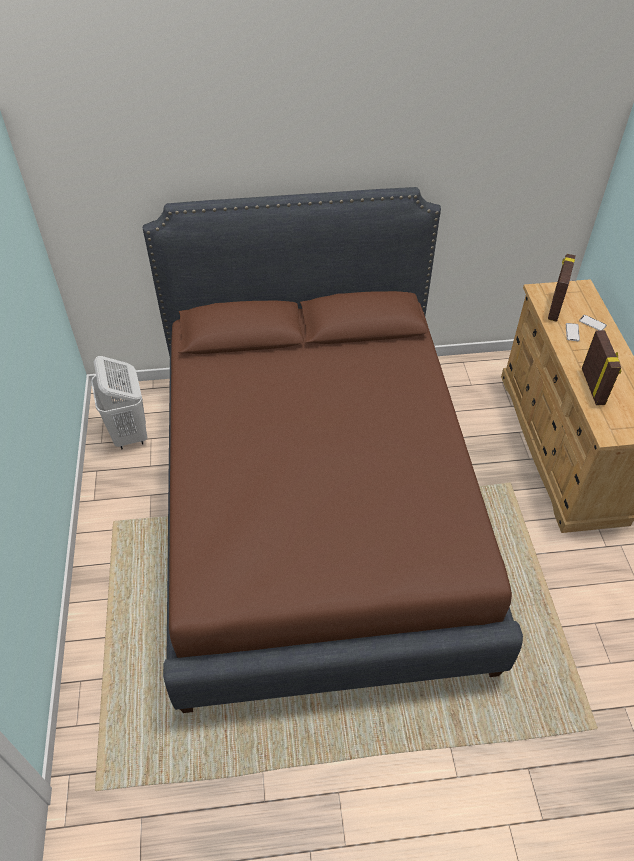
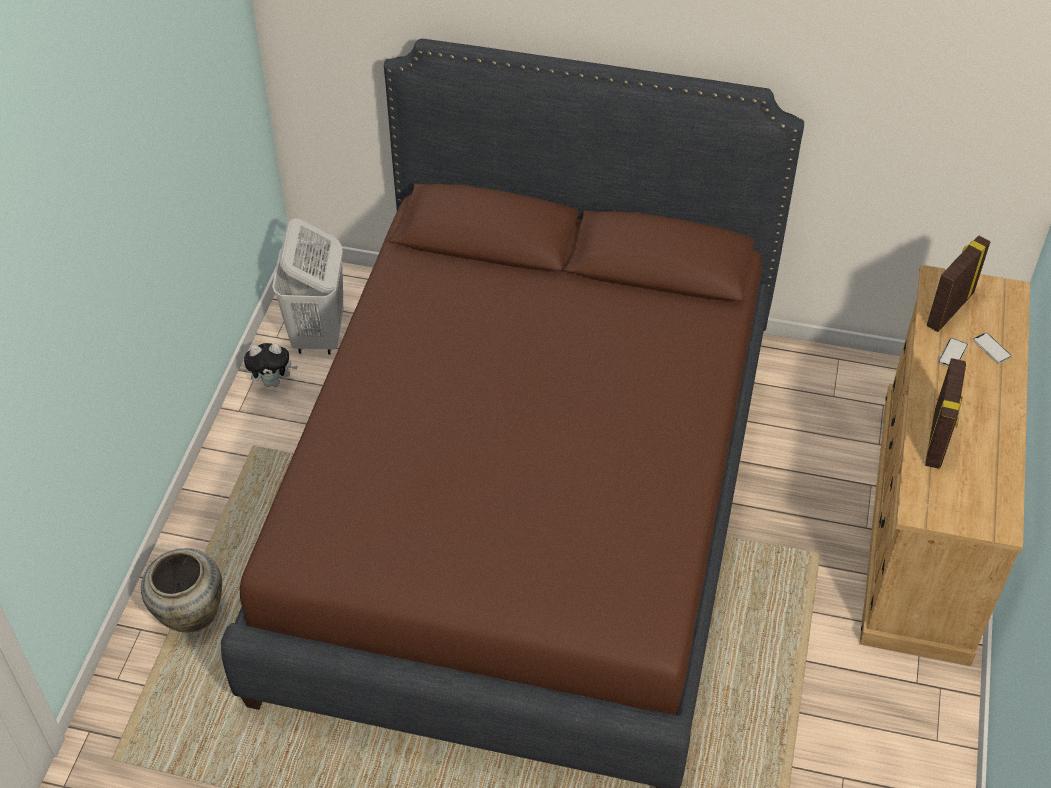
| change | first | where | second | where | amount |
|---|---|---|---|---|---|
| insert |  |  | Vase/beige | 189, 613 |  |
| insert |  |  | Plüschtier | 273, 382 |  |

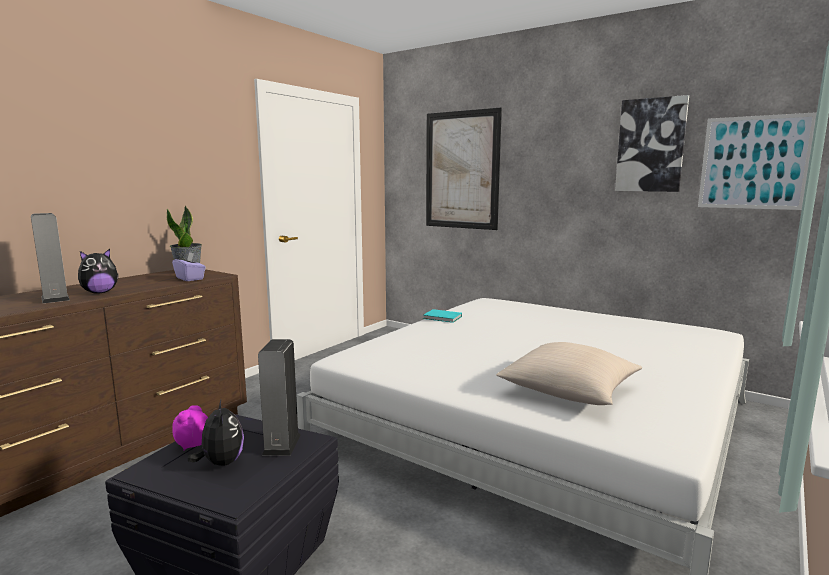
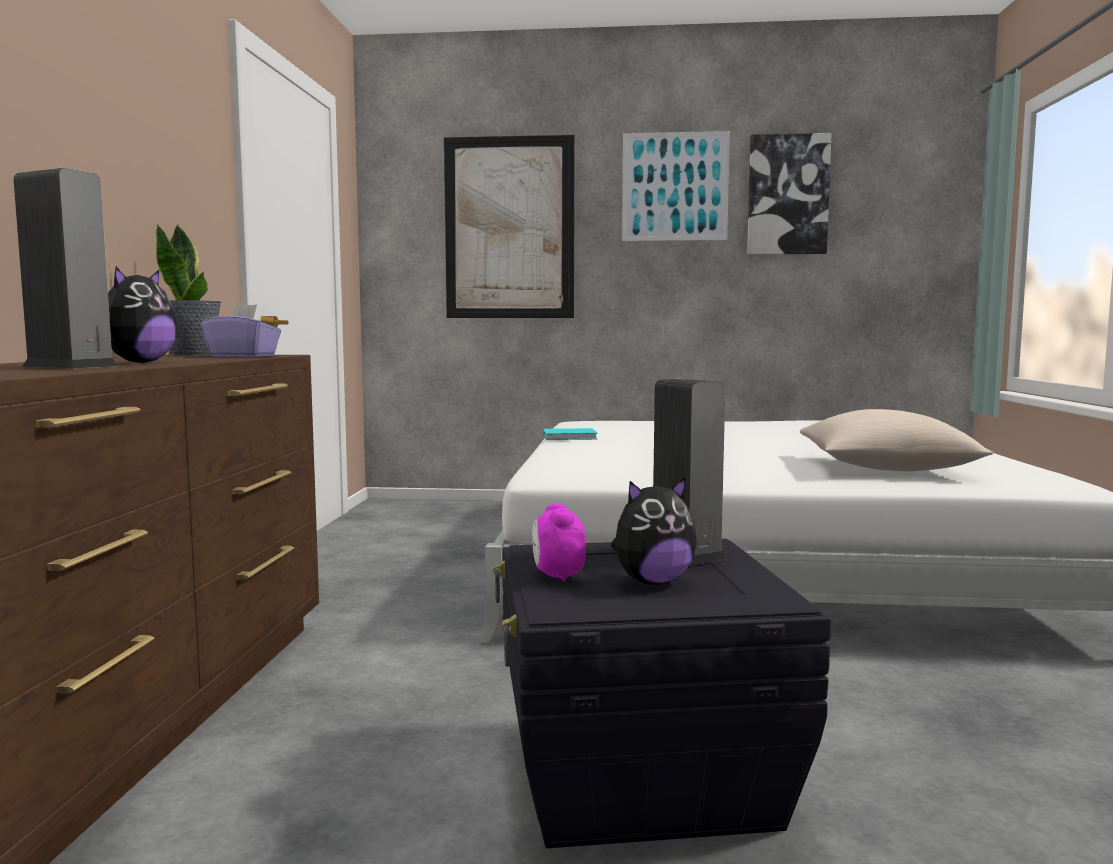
| change | first | where | second | where | amount |
|---|---|---|---|---|---|
| rotate | Plüschtier | 221, 463 |  | 652, 581 | 120 degrees clockwise |
| move | Bild | 753, 162 |  | 675, 186 |  |

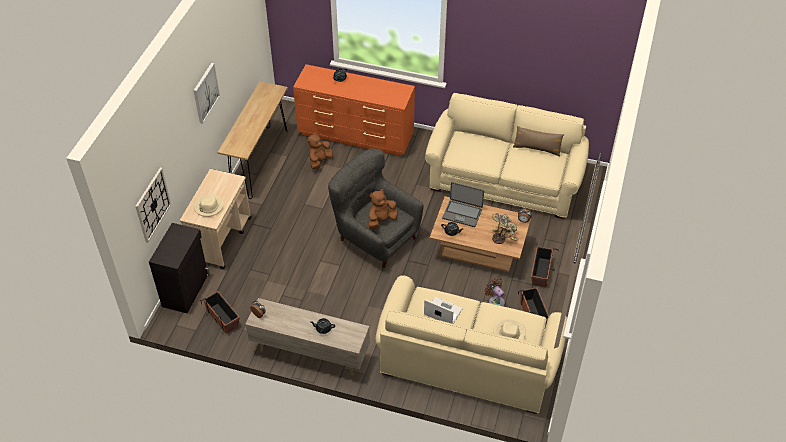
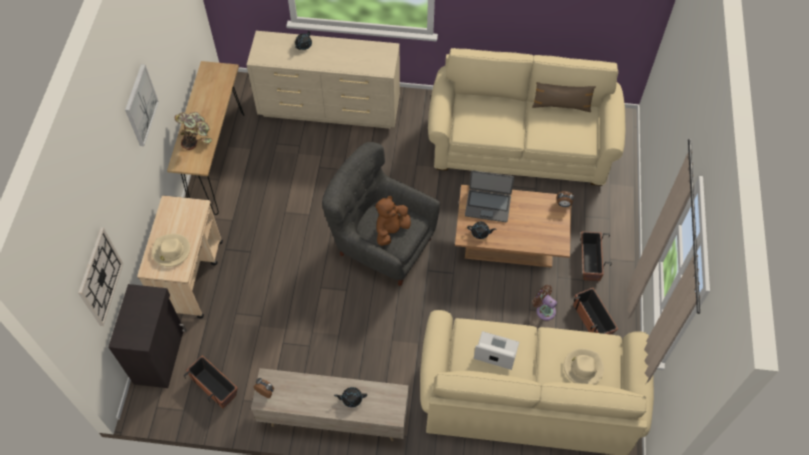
| change | first | where | second | where | amount |
|---|---|---|---|---|---|
| recolor | Kommode/orange | 356, 135 | Kommode/beige | 330, 108 |  |
| delete | Plüschtier/braun | 320, 161 |  |  |  |
| move | Topfpflanze | 503, 234 |  | 196, 136 |  |

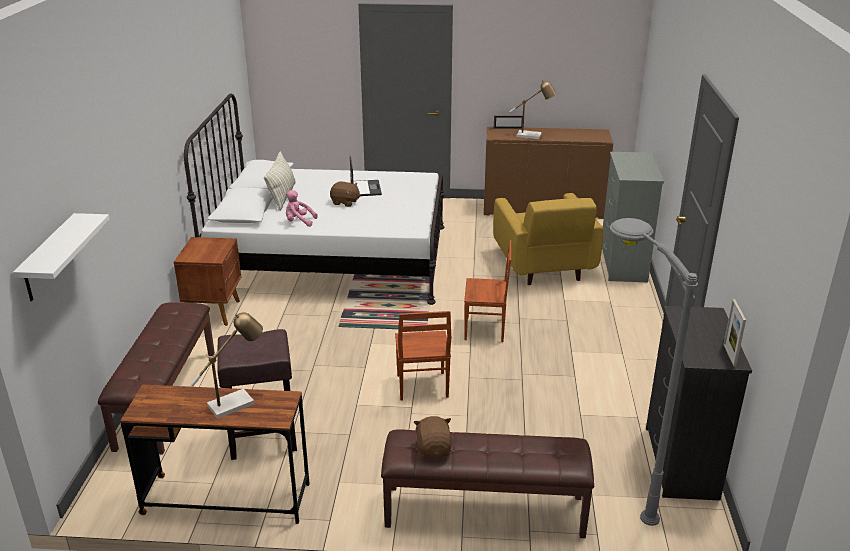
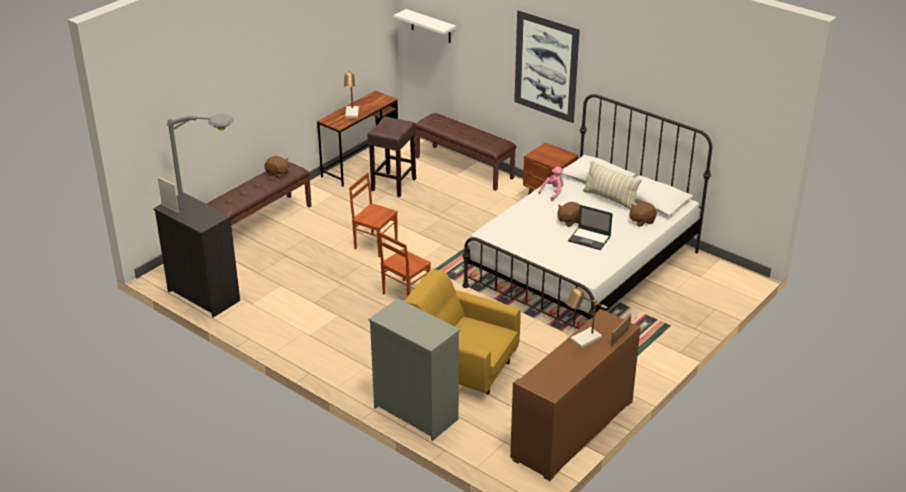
| change | first | where | second | where | amount |
|---|---|---|---|---|---|
| insert |  |  | Bild | 546, 66 |  |
| insert |  |  | Plüschtier/braun | 641, 221 |  |

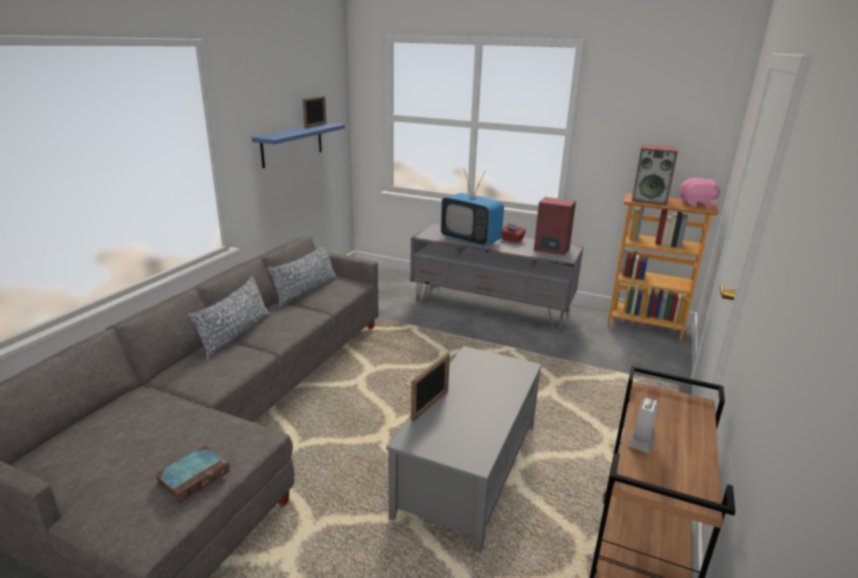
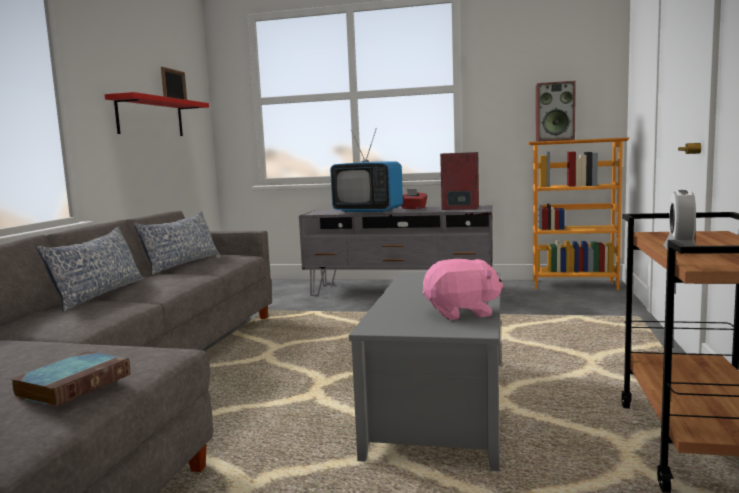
| change | first | where | second | where | amount |
|---|---|---|---|---|---|
| recolor | Wandregal/blau | 292, 144 | Wandregal/rot | 150, 117 |  |
| delete | Bilderrahmen | 430, 405 |  |  |  |
| move | Plüschtier/rosa | 696, 204 |  | 462, 313 |  |

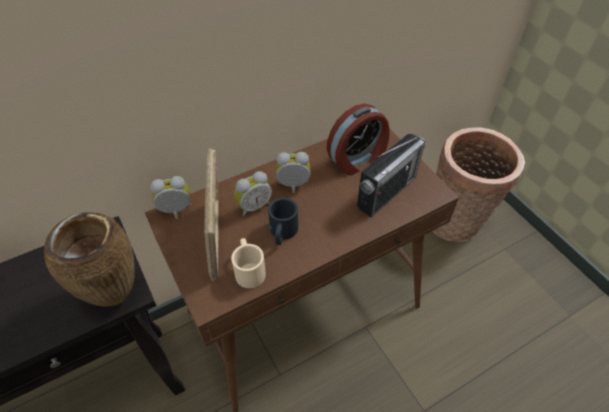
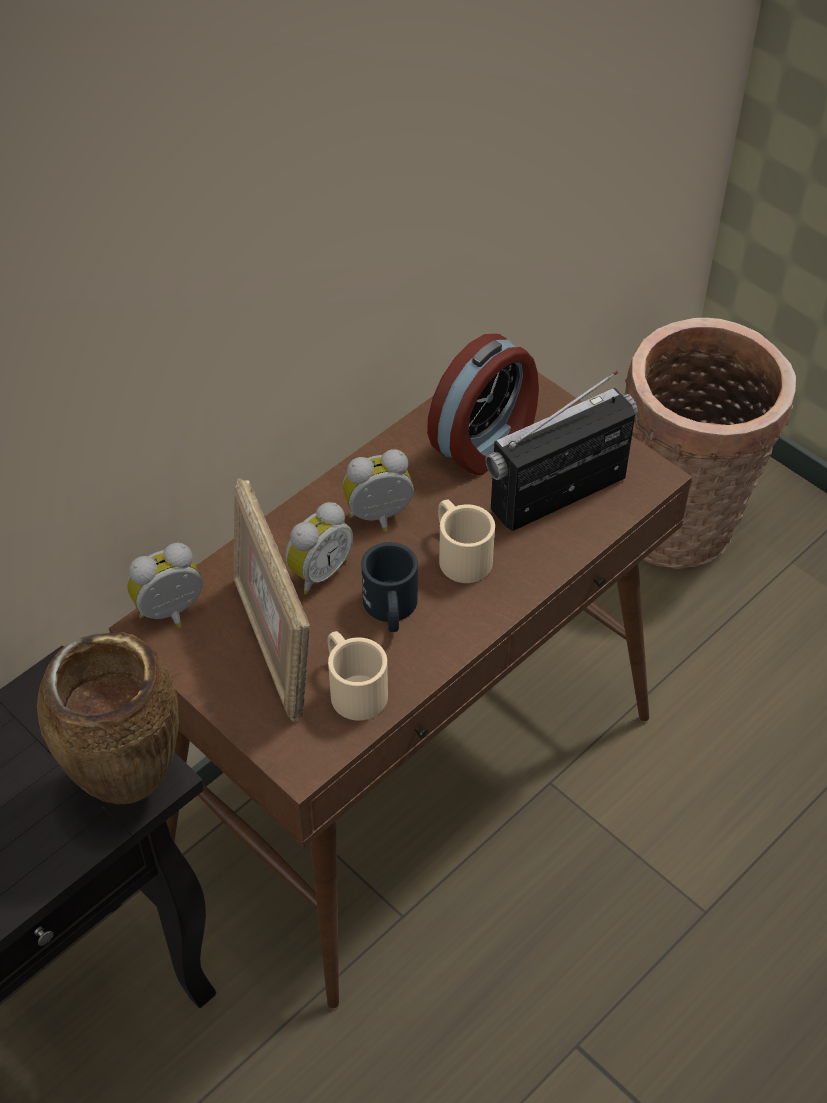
| change | first | where | second | where | amount |
|---|---|---|---|---|---|
| rotate | Radio | 386, 192 |  | 558, 493 | 150 degrees counterclockwise |
| insert |  |  | Henkelbecher/beige | 459, 553 |  |

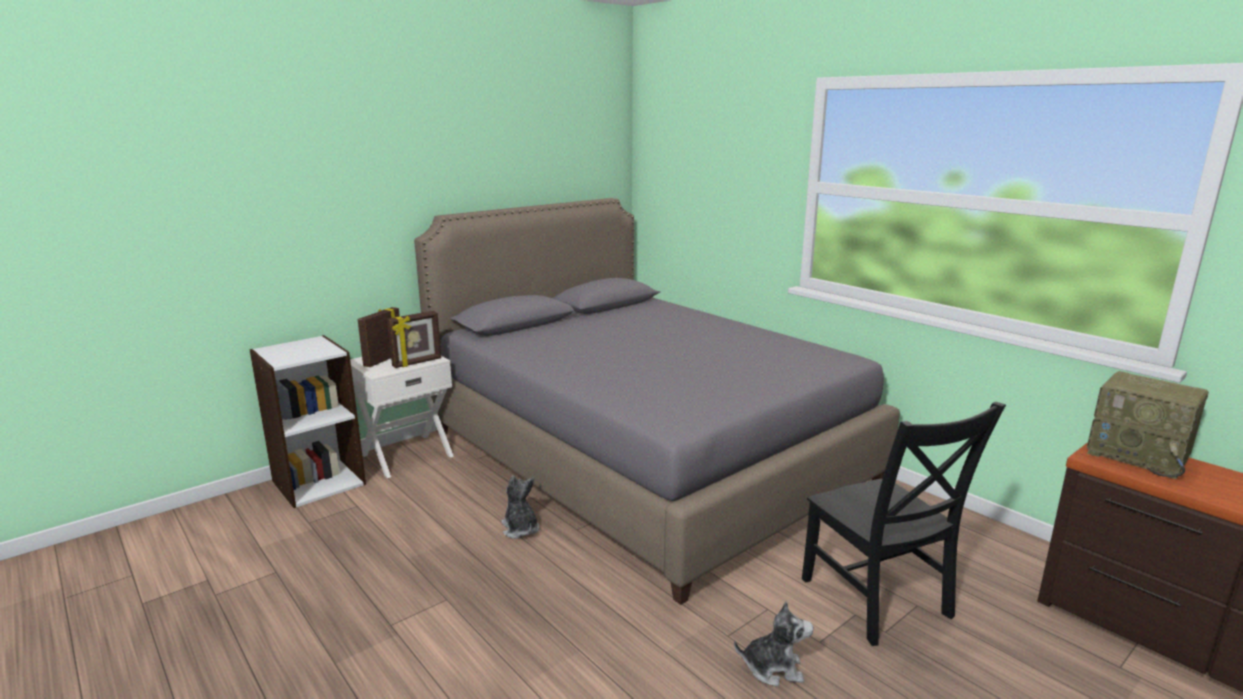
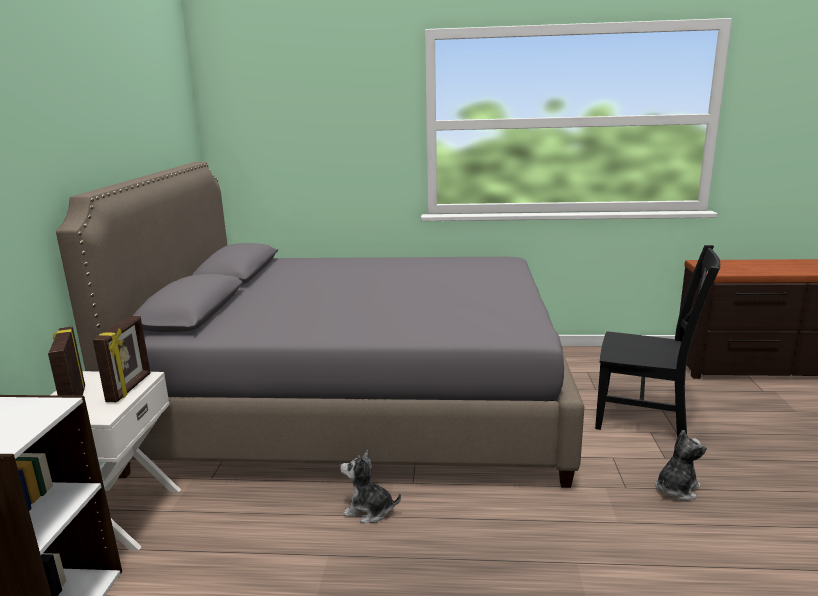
| change | first | where | second | where | amount |
|---|---|---|---|---|---|
| delete | Radio | 1139, 456 |  |  |  |

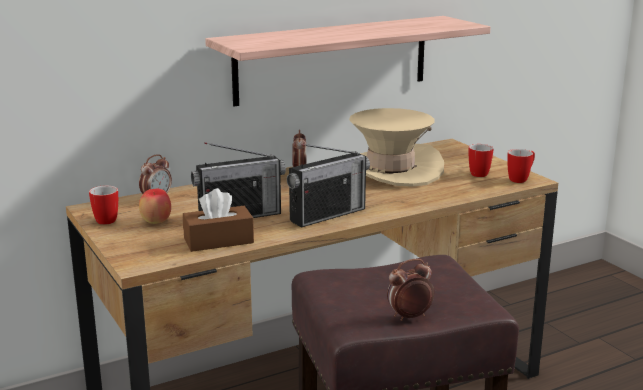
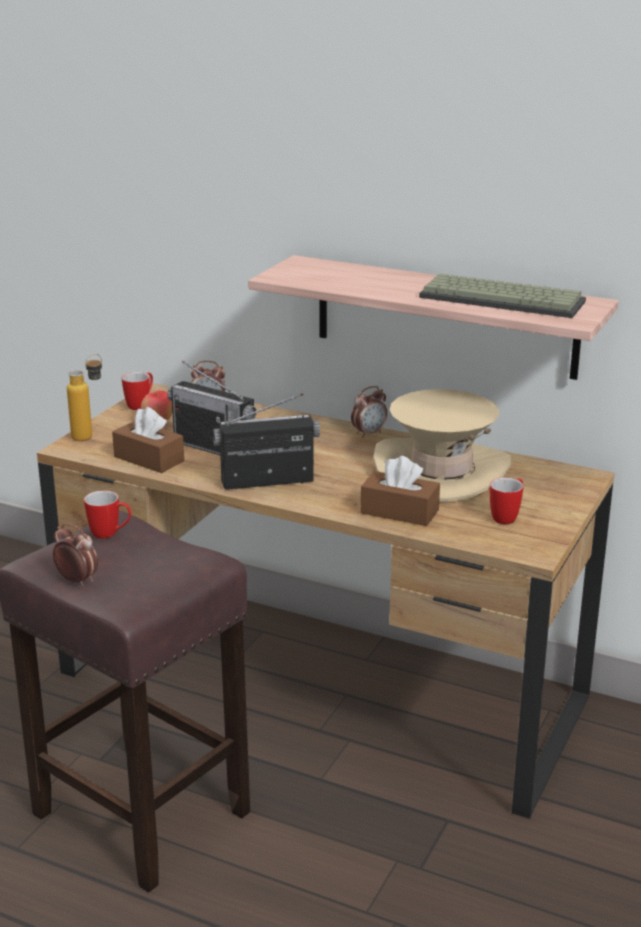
| change | first | where | second | where | amount |
|---|---|---|---|---|---|
| rotate | Radio | 327, 215 |  | 267, 481 | 150 degrees clockwise |
| move | Henkelbecher | 521, 179 |  | 110, 534 |  |
| insert |  |  | Flasche | 90, 435 |  |
| insert |  |  | Taschentuchbox/braun | 399, 511 |  |
| insert |  |  | Tastatur | 504, 299 |  |

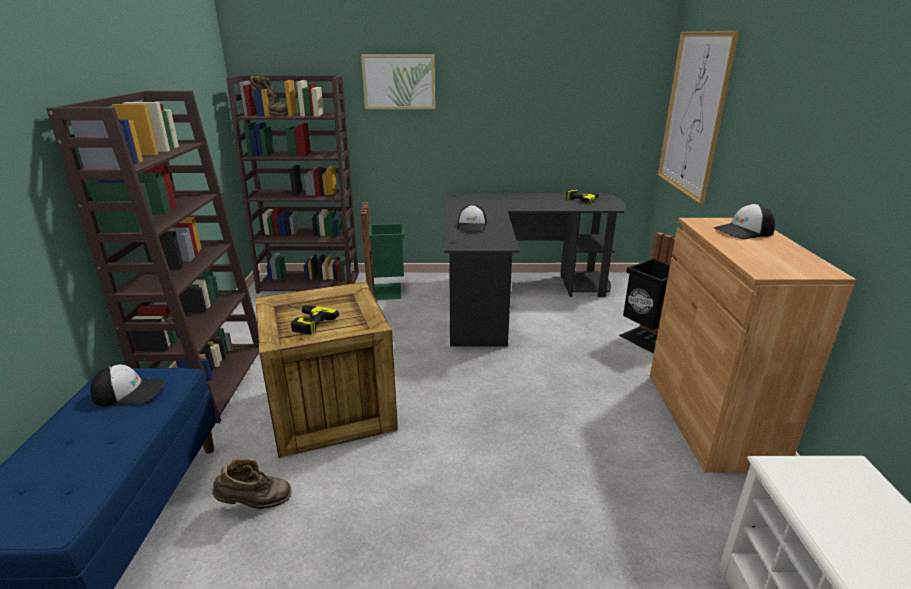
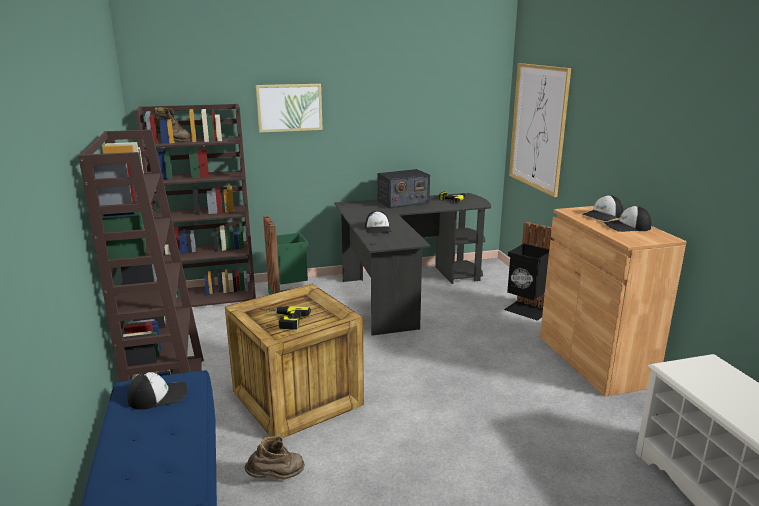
| change | first | where | second | where | amount |
|---|---|---|---|---|---|
| insert |  |  | Radio | 402, 202 |  |
| insert |  |  | Kappe | 627, 227 |  |

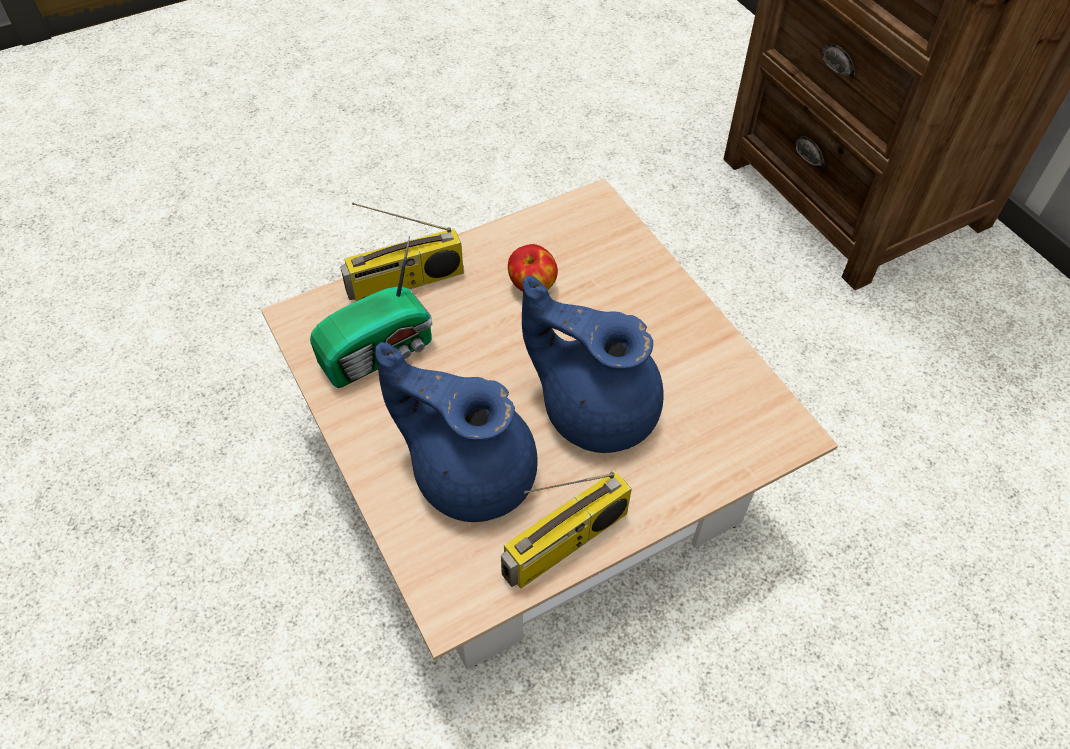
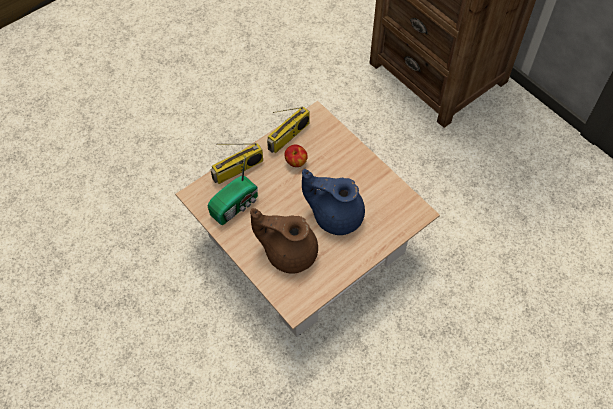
| change | first | where | second | where | amount |
|---|---|---|---|---|---|
| recolor | Teekanne/blau | 470, 472 | Teekanne/braun | 289, 252 |  |
| move | Radio | 565, 544 |  | 288, 136 |  |

